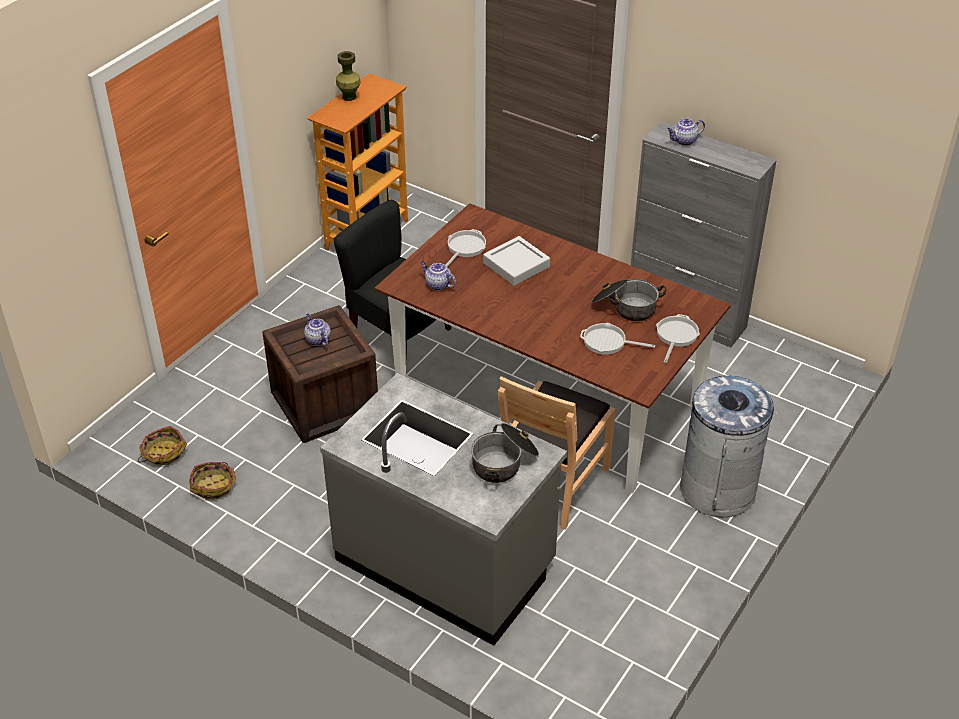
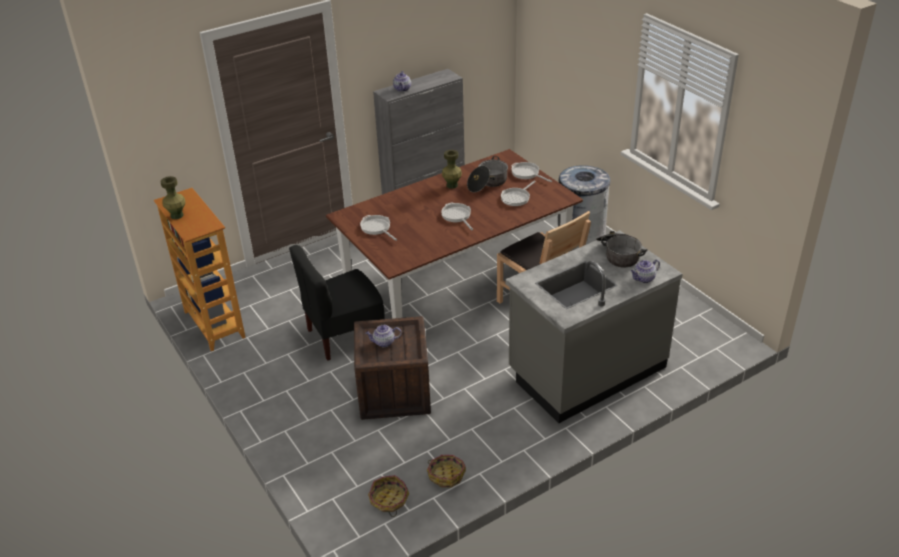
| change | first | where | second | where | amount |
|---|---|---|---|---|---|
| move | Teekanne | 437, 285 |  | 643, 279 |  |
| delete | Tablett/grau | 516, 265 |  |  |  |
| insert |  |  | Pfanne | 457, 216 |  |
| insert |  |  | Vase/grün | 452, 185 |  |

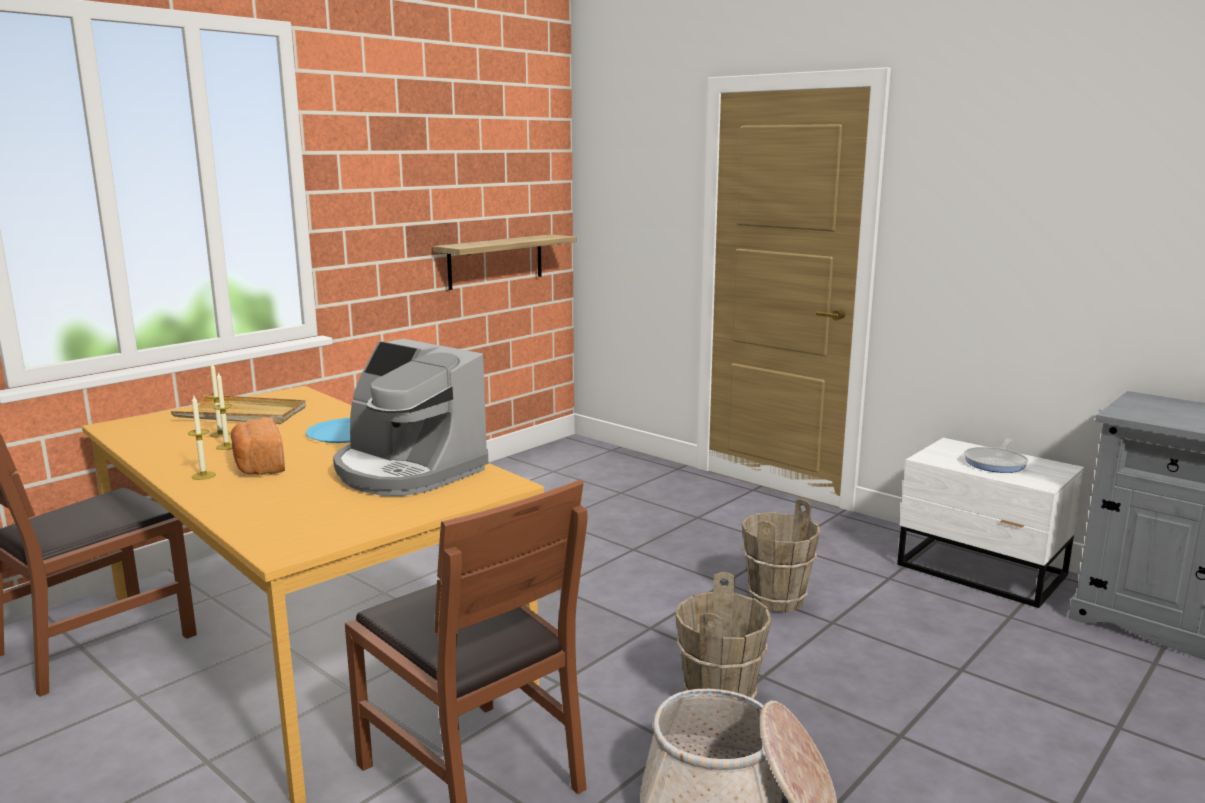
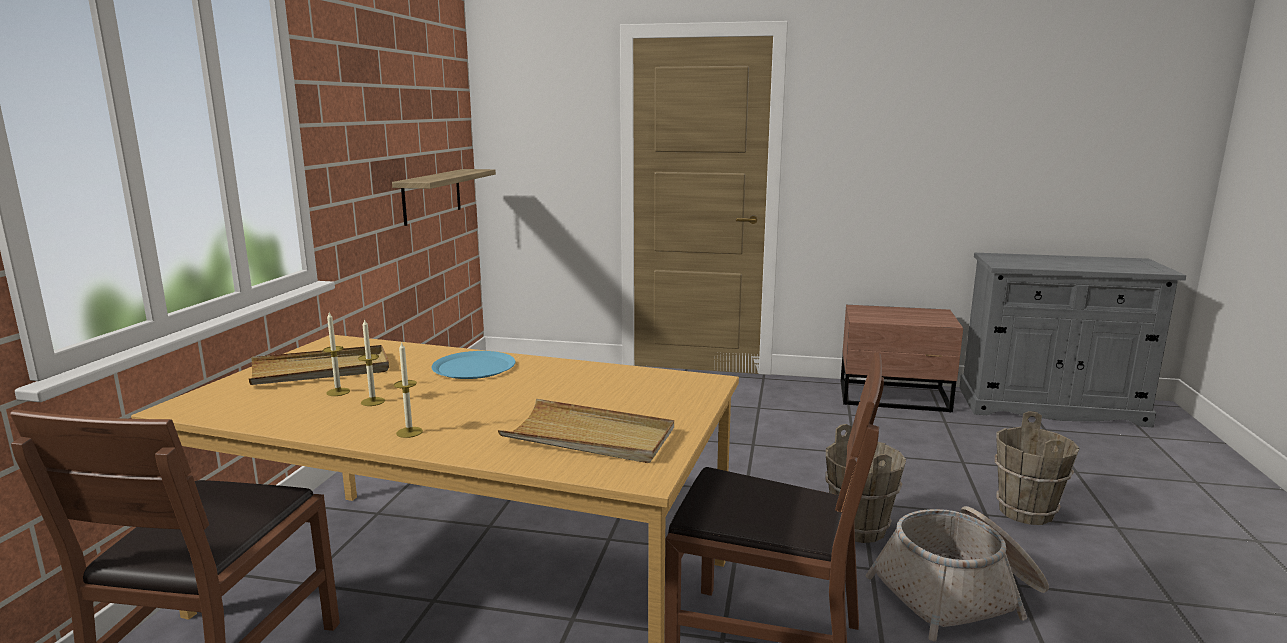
| change | first | where | second | where | amount |
|---|---|---|---|---|---|
| delete | Brot | 258, 465 |  |  |  |
| delete | Kaffeemaschine | 407, 471 |  |  |  |
| move | Eimer/braun | 775, 600 |  | 1025, 512 |  |
| recolor | Nachttisch/weiß | 982, 572 | Nachttisch/braun | 895, 397 |  |
| delete | Pfanne | 996, 463 |  |  |  |
| insert |  |  | Tablett/beige | 589, 437 |  |

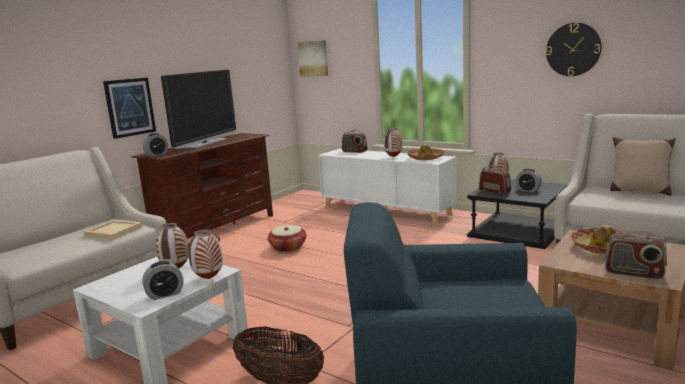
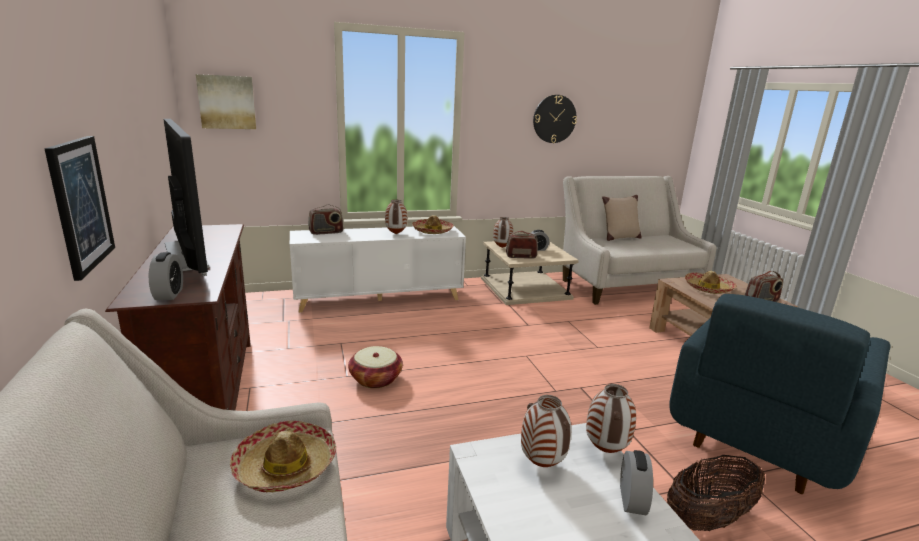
| change | first | where | second | where | amount |
|---|---|---|---|---|---|
| replace | Tablett/beige | 114, 231 | Hut | 285, 466 |  |
| recolor | Beistelltisch/schwarz | 517, 230 | Beistelltisch/beige | 525, 288 |  |

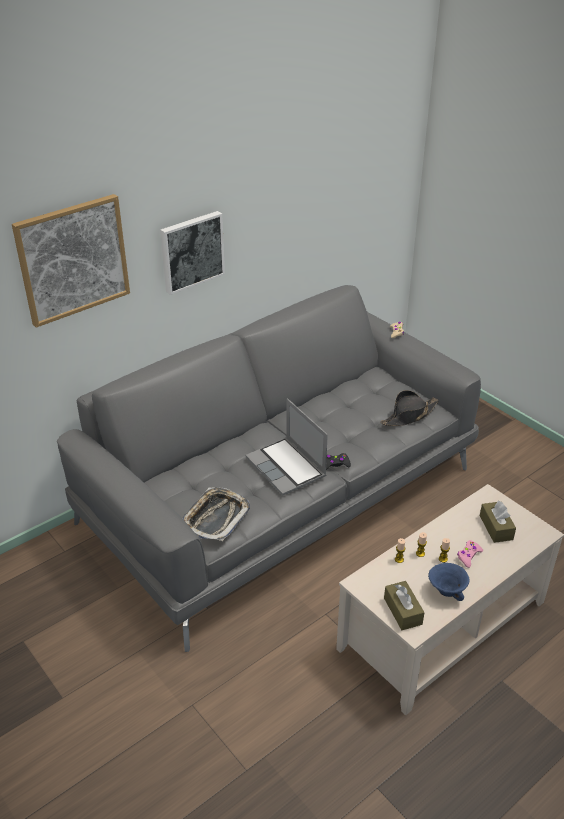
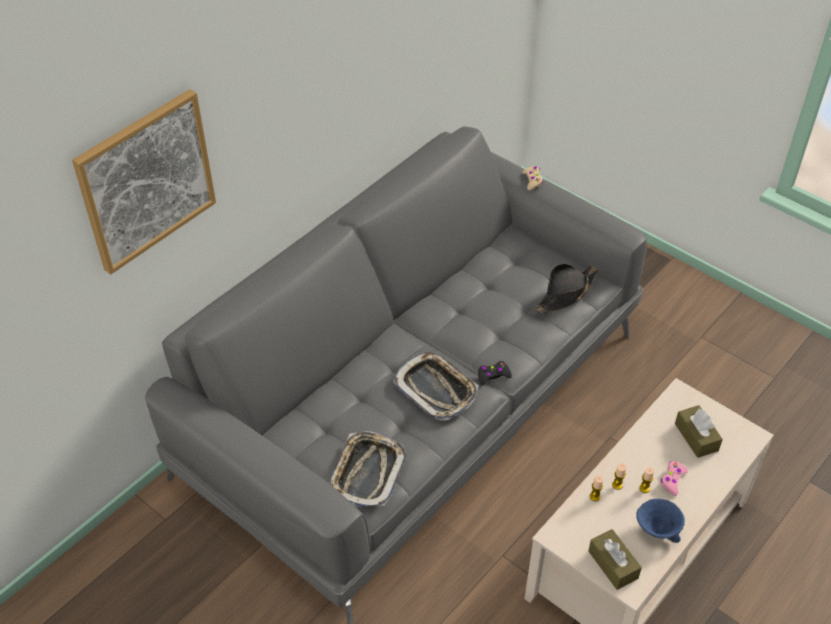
| change | first | where | second | where | amount |
|---|---|---|---|---|---|
| delete | Bild | 191, 251 |  |  |  |
| replace | Laptop | 287, 468 | Tablett | 436, 389 |  |

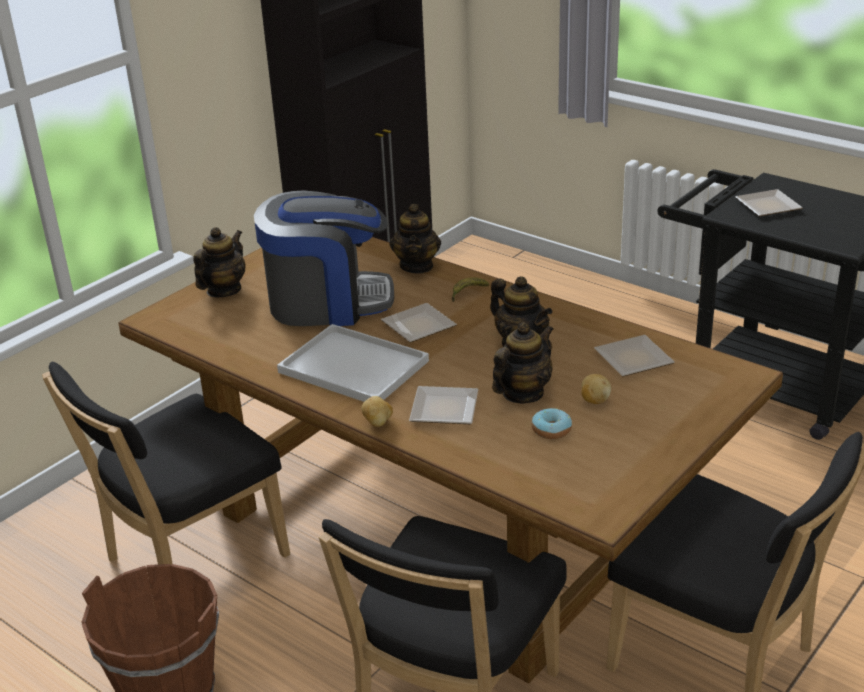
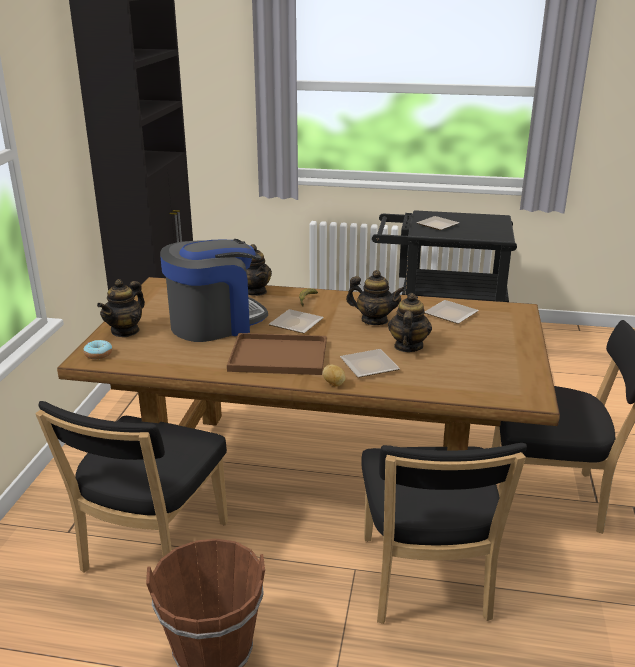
| change | first | where | second | where | amount |
|---|---|---|---|---|---|
| rotate | Teekanne | 223, 290 |  | 125, 331 | 150 degrees counterclockwise |
| recolor | Tablett/weiß | 356, 367 | Tablett/braun | 280, 355 |  |
| move | Donut | 551, 430 |  | 98, 354 |  |
| delete | Kartoffel | 594, 400 |  |  |  |

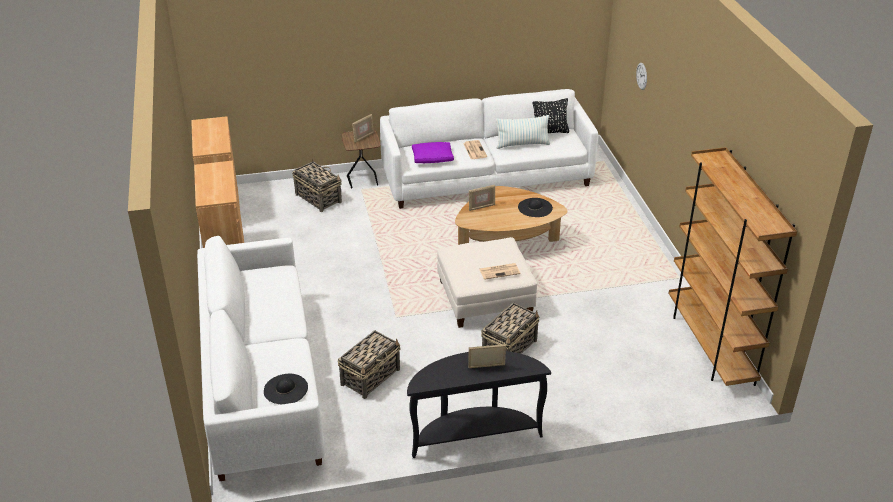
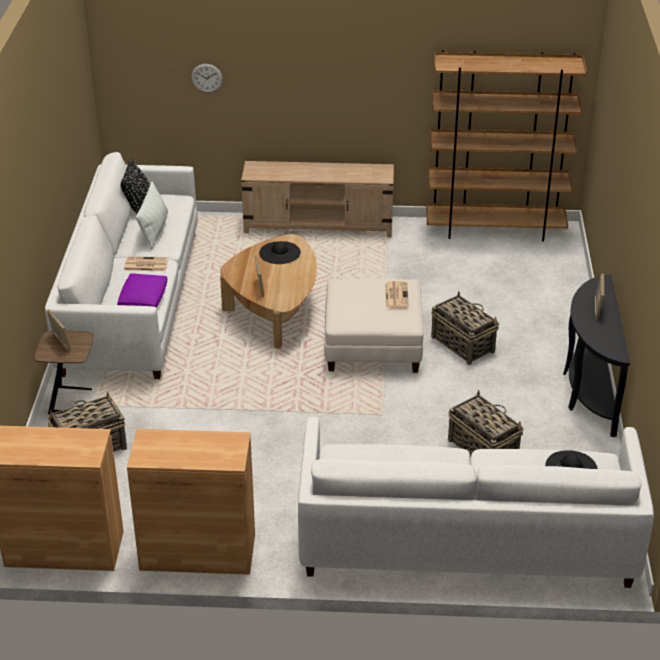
| change | first | where | second | where | amount |
|---|---|---|---|---|---|
| insert |  |  | Fernsehschrank/beige | 319, 225 |  |

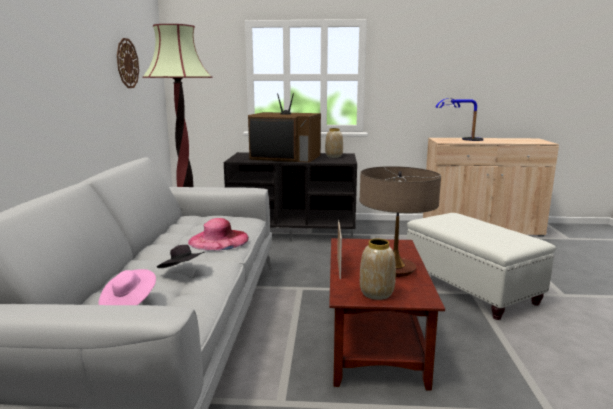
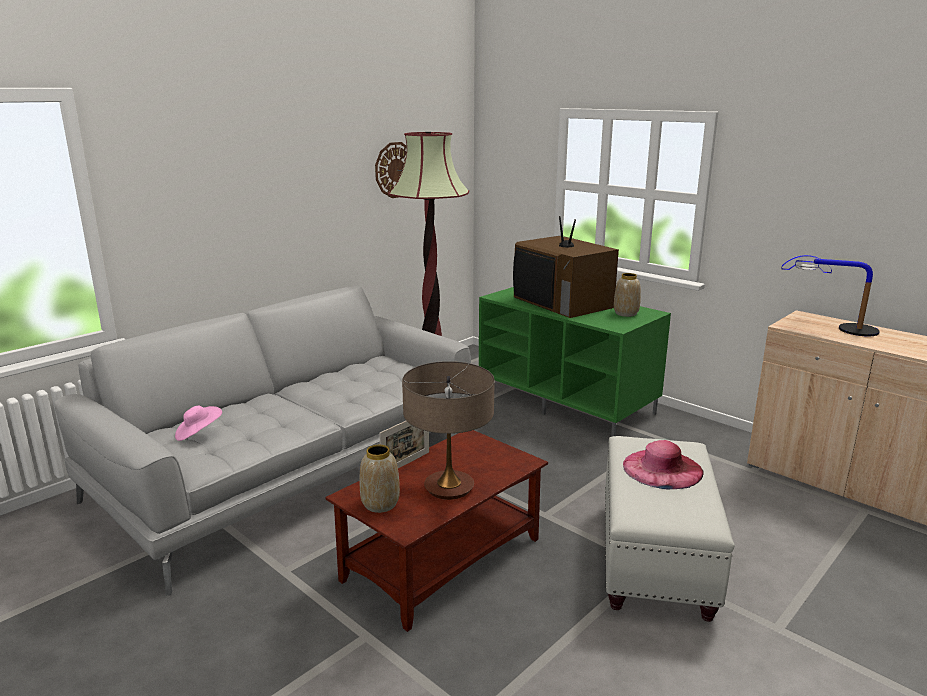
| change | first | where | second | where | amount |
|---|---|---|---|---|---|
| delete | Hut/schwarz | 183, 271 |  |  |  |
| move | Hut/rosa | 218, 239 |  | 662, 468 |  |
| recolor | Fernsehschrank/schwarz | 294, 231 | Fernsehschrank/grün | 568, 402 |  |

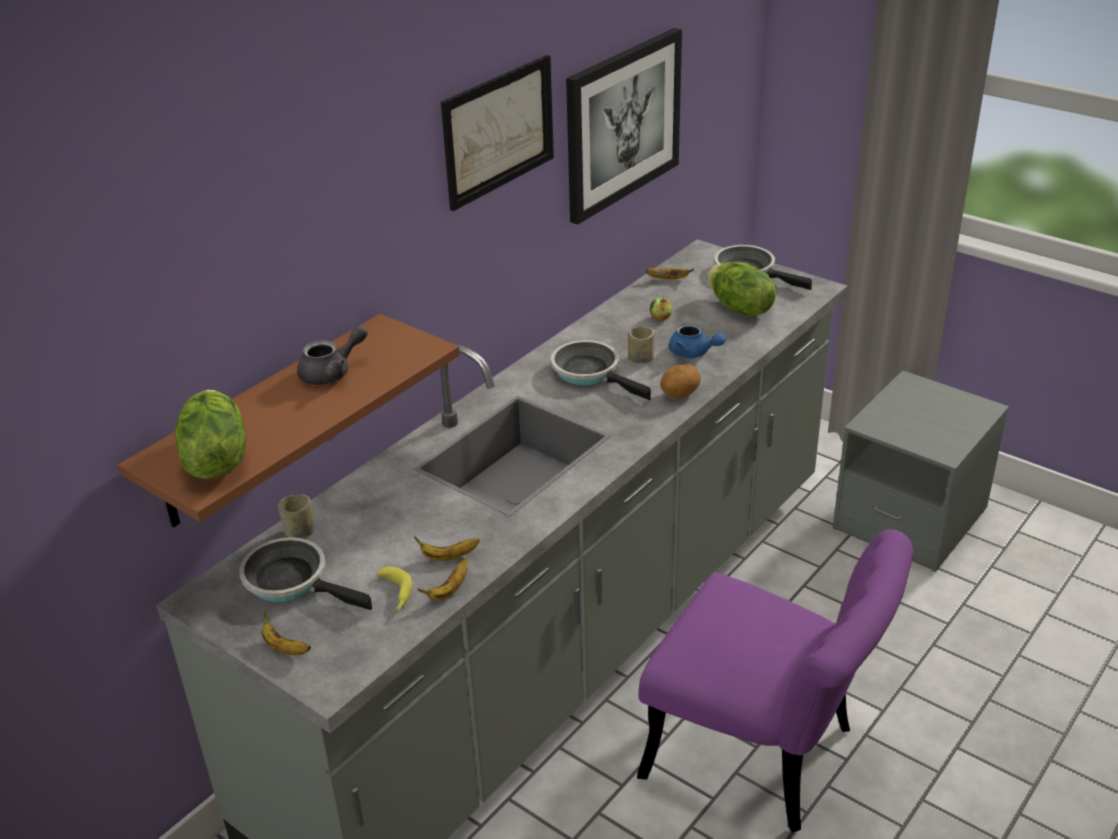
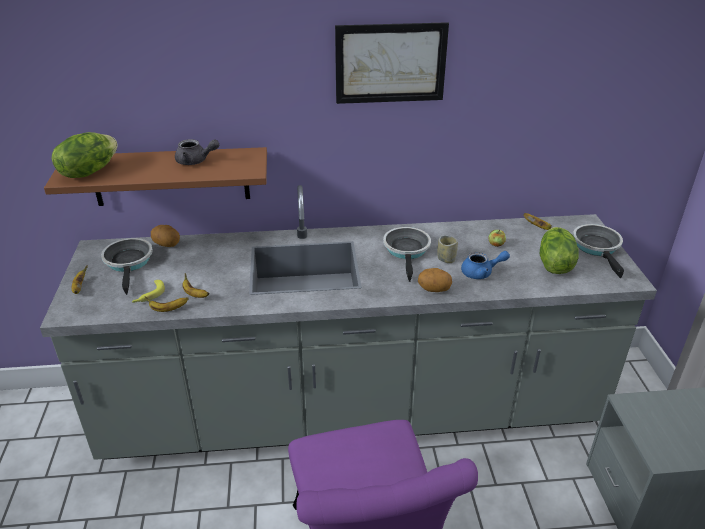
| change | first | where | second | where | amount |
|---|---|---|---|---|---|
| replace | Tasse | 299, 532 | Kartoffel | 167, 245 |  |
| delete | Bild | 622, 123 |  |  |  |
| rotate | Teekanne/blau | 693, 353 |  | 481, 273 | 90 degrees counterclockwise |

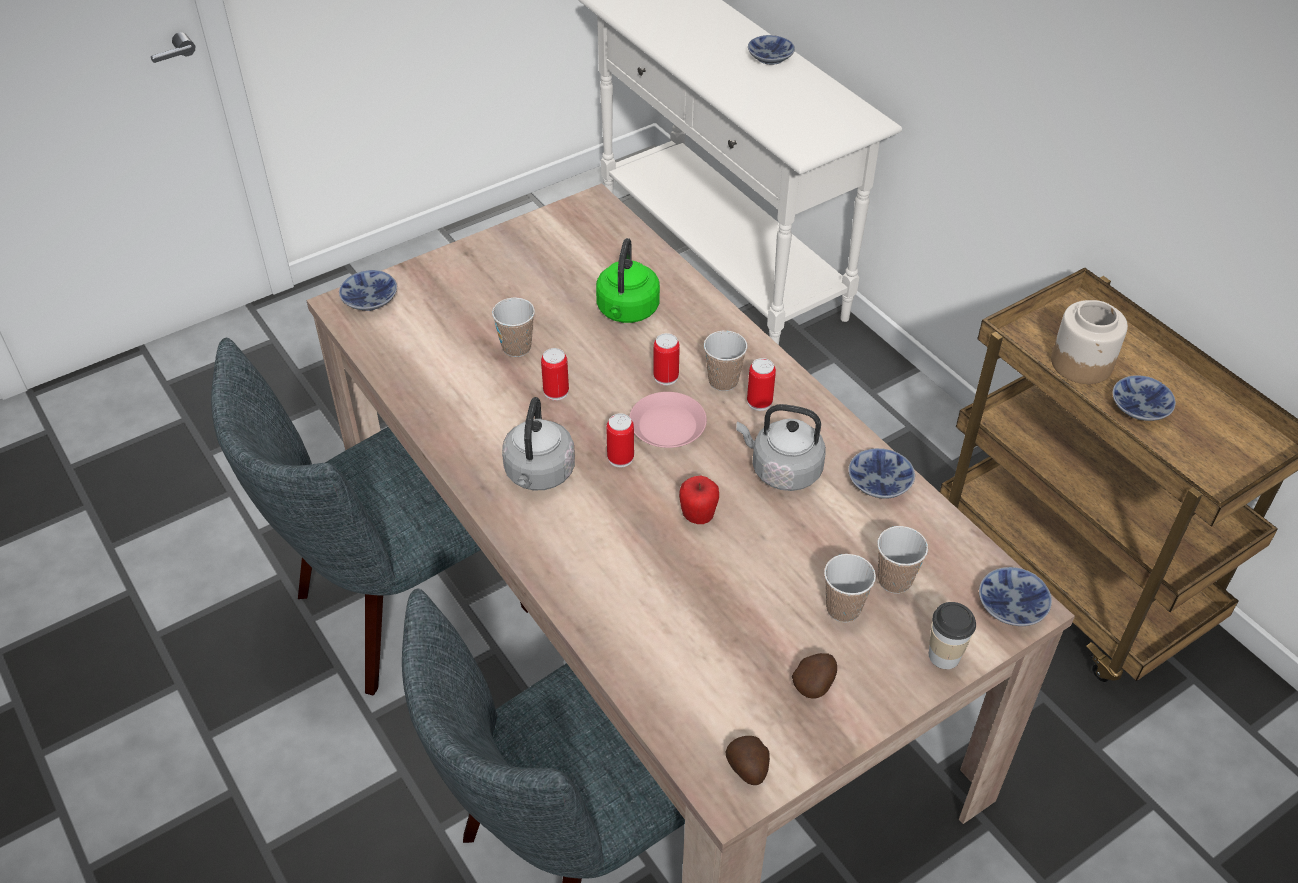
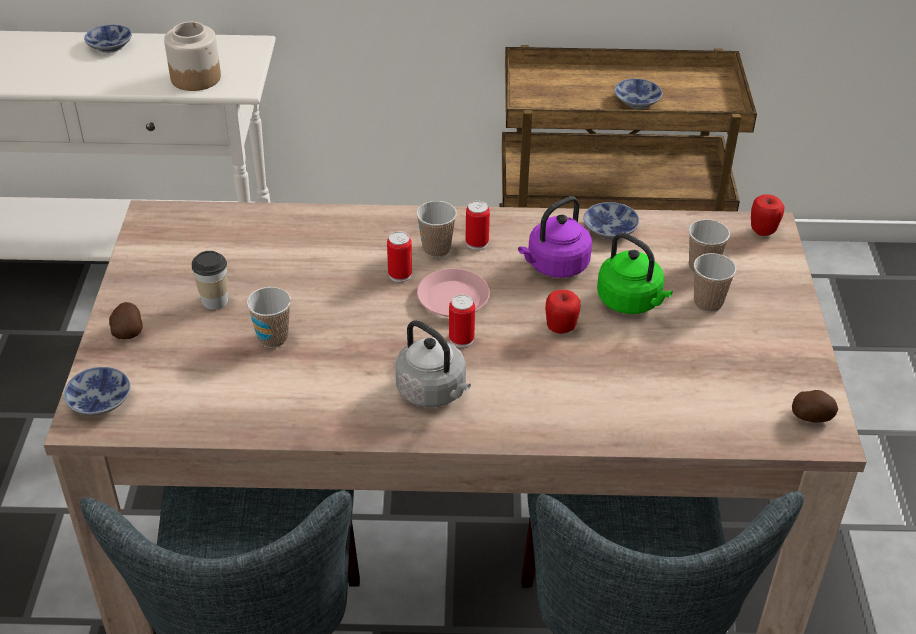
| change | first | where | second | where | amount |
|---|---|---|---|---|---|
| delete | Dose | 556, 392 |  |  |  |
| move | Wasserkessel/grün | 627, 311 |  | 631, 302 |  |
| recolor | Wasserkessel/grau | 782, 470 | Wasserkessel/lila | 555, 266 |  |
| move | Kartoffel | 815, 684 |  | 128, 331 |  |
| move | Tasse | 944, 655 |  | 215, 301 |  |
| replace | Schüssel | 1011, 604 | Apfel | 763, 231 |  |
| move | Vorratsglas | 1082, 363 |  | 196, 78 |  |

